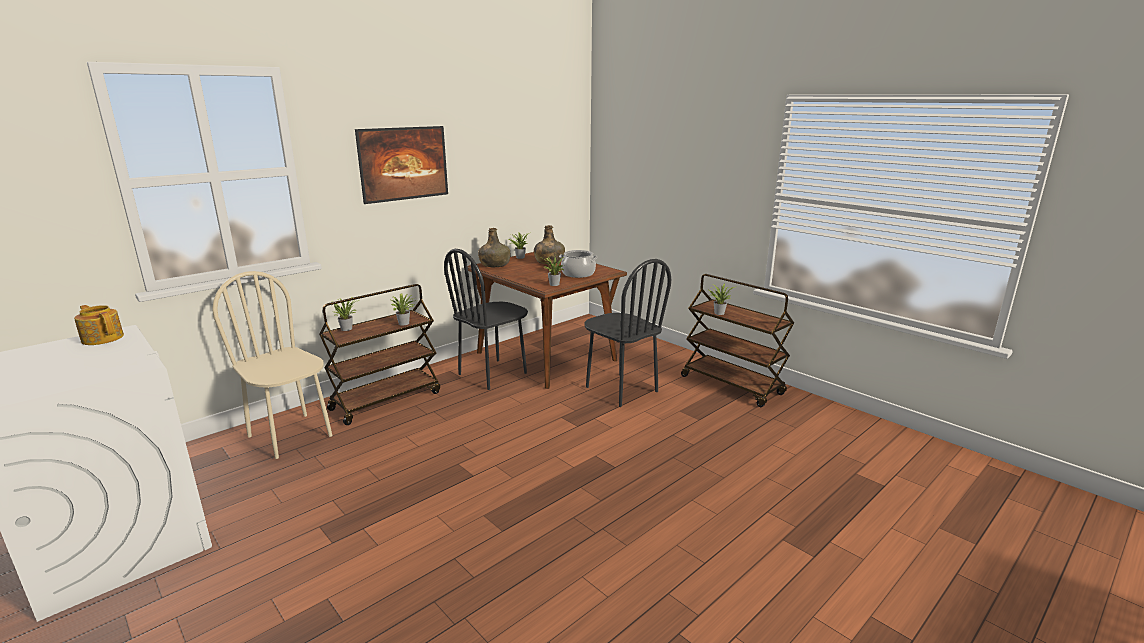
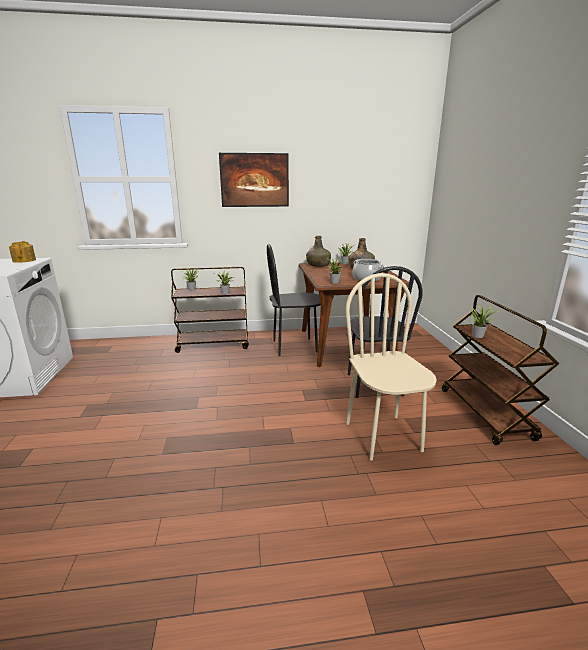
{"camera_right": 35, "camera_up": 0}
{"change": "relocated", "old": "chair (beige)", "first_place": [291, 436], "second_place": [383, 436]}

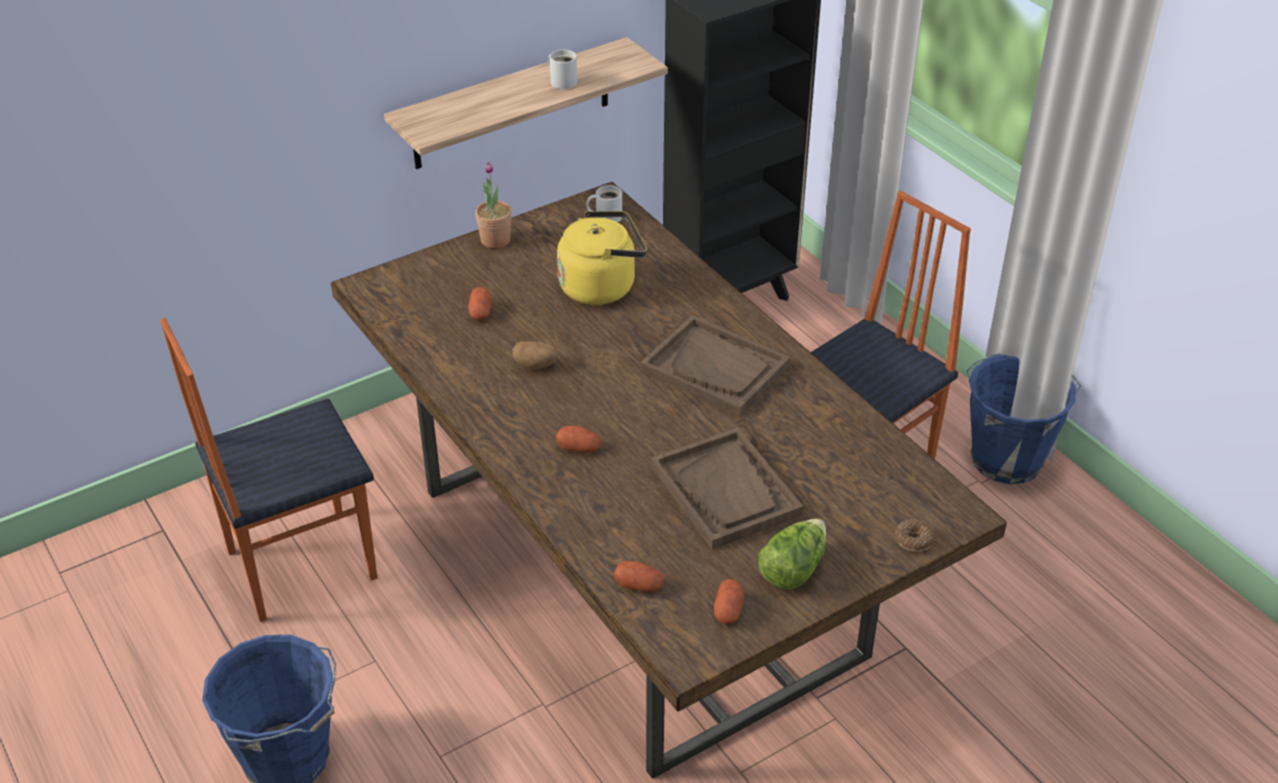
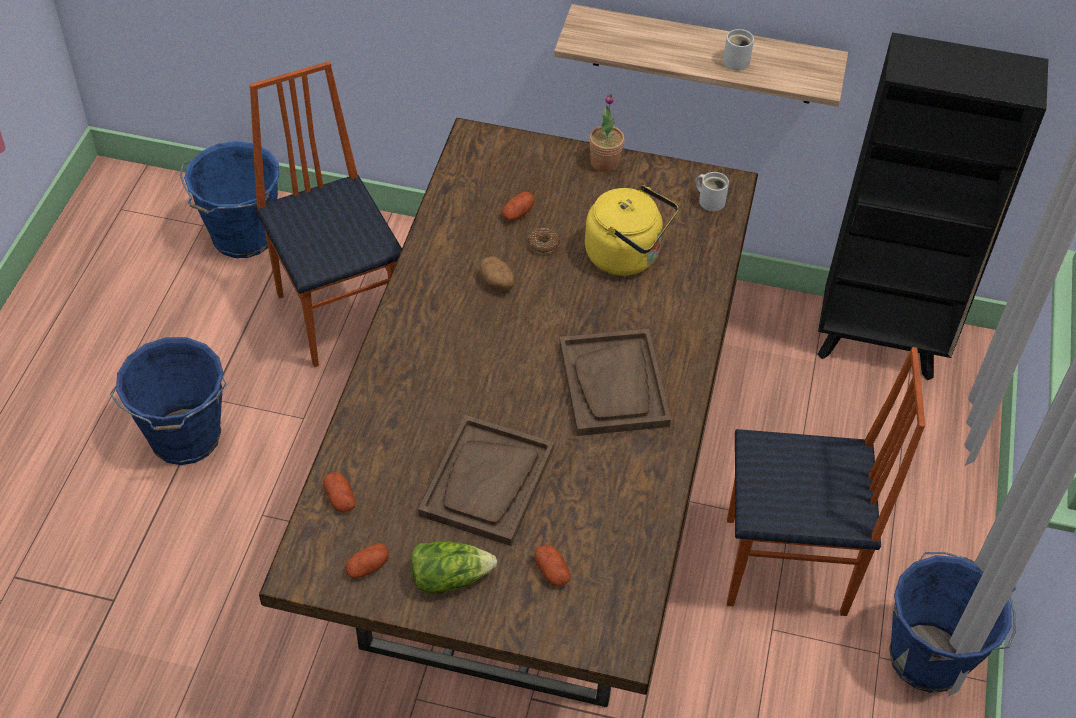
{"camera_right": 45, "camera_up": 10}
{"change": "spun", "old": "chair", "first_place": [299, 564], "second_place": [339, 314], "degrees": 45}
{"change": "relocated", "old": "potato", "first_place": [579, 448], "second_place": [552, 572]}
{"change": "relocated", "old": "donut", "first_place": [914, 540], "second_place": [543, 245]}
{"change": "appeared", "new": "bucket (blue)", "second_place": [241, 238]}

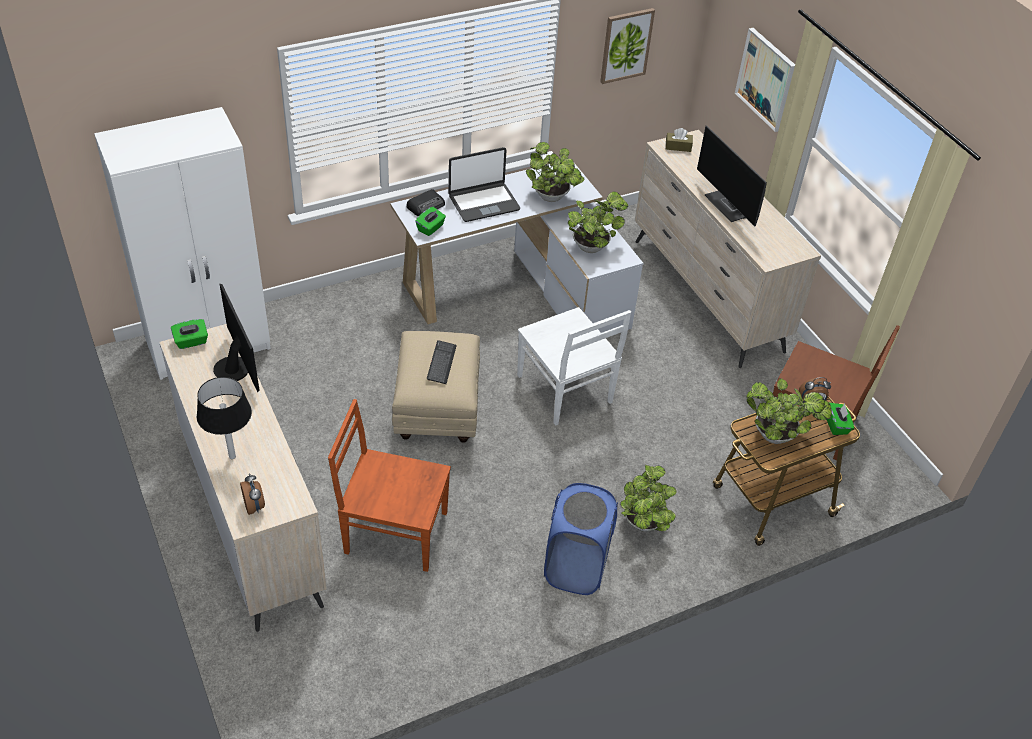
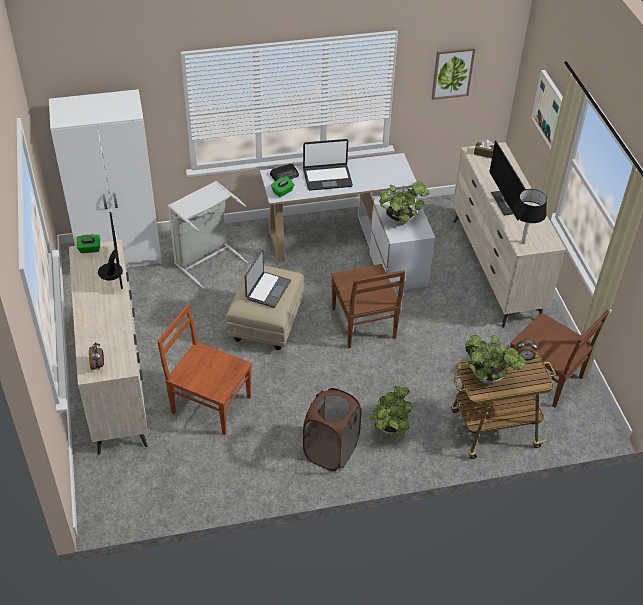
{"camera_right": 15, "camera_up": 0}
{"change": "relocated", "old": "table lamp (black)", "first_place": [232, 456], "second_place": [523, 242]}
{"change": "exchanged", "old": "keyboard", "new": "laptop", "first_place": [441, 363], "second_place": [267, 290]}
{"change": "colour", "old": "chair (white)", "new": "chair (brown)", "first_place": [565, 391], "second_place": [363, 324]}
{"change": "missing", "old": "potted plant", "first_place": [553, 198]}
{"change": "colour", "old": "laundry basket (blue)", "new": "laundry basket (brown)", "first_place": [576, 568], "second_place": [331, 451]}
{"change": "missing", "old": "tissue box (green)", "first_place": [836, 425]}
{"change": "appeared", "new": "laundry basket (grey)", "second_place": [207, 260]}

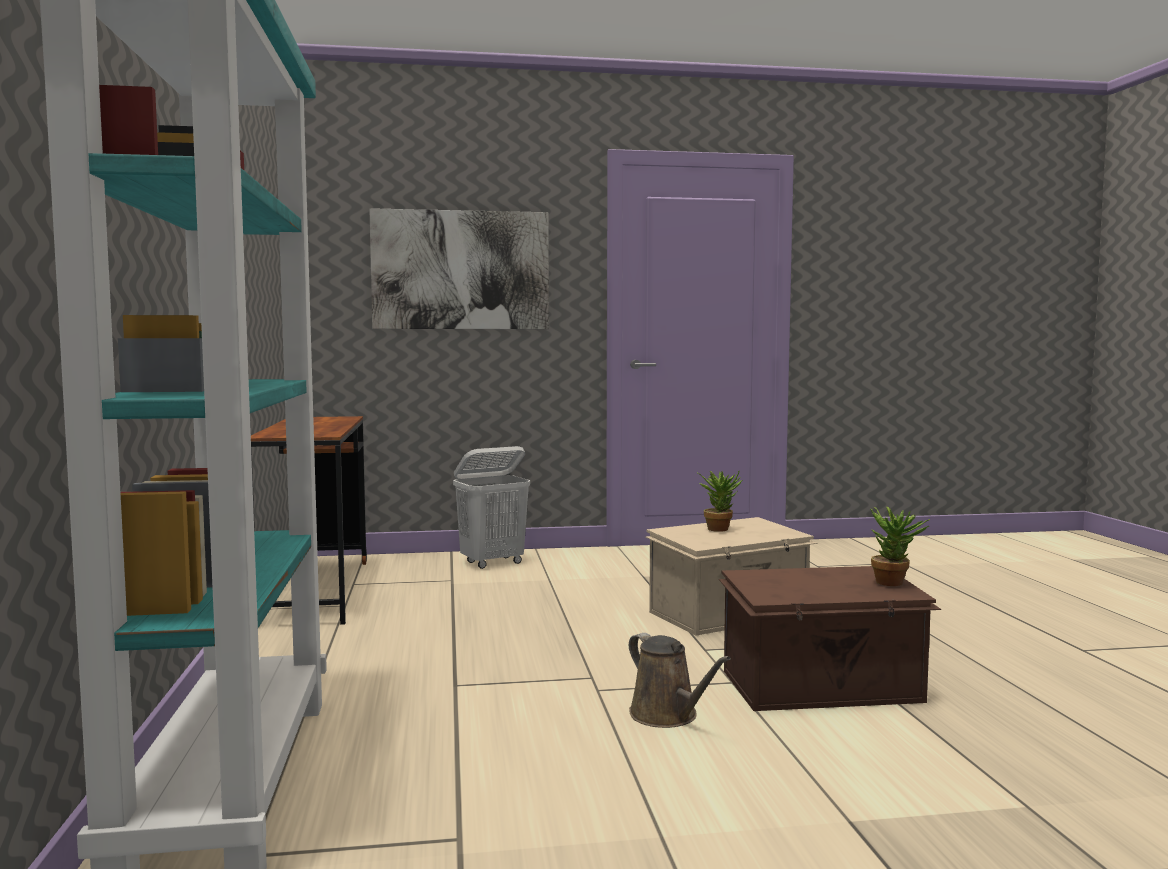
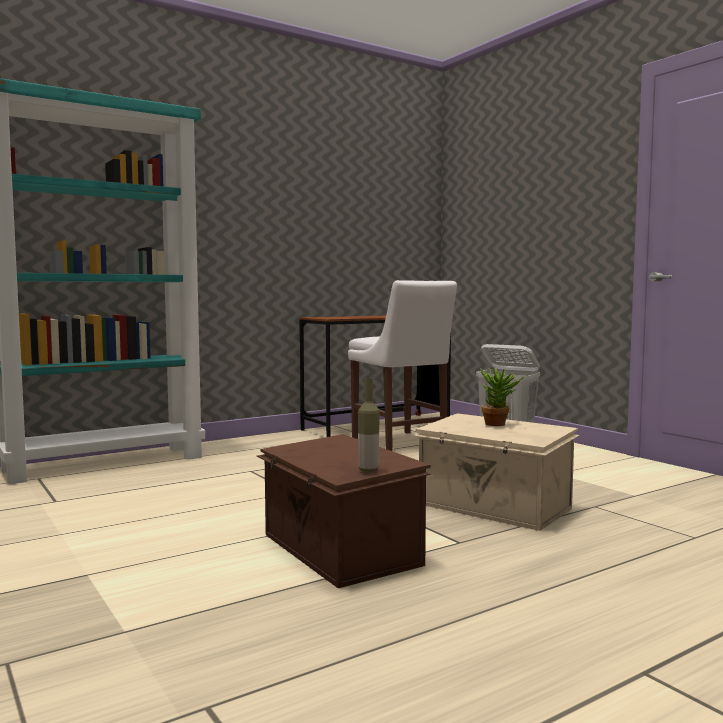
{"camera_right": 65, "camera_up": 0}
{"change": "missing", "old": "picture", "first_place": [460, 270]}
{"change": "missing", "old": "watering can (brown)", "first_place": [668, 716]}
{"change": "exchanged", "old": "potted plant", "new": "bottle", "first_place": [895, 583], "second_place": [368, 470]}
{"change": "appeared", "new": "chair (white)", "second_place": [400, 443]}

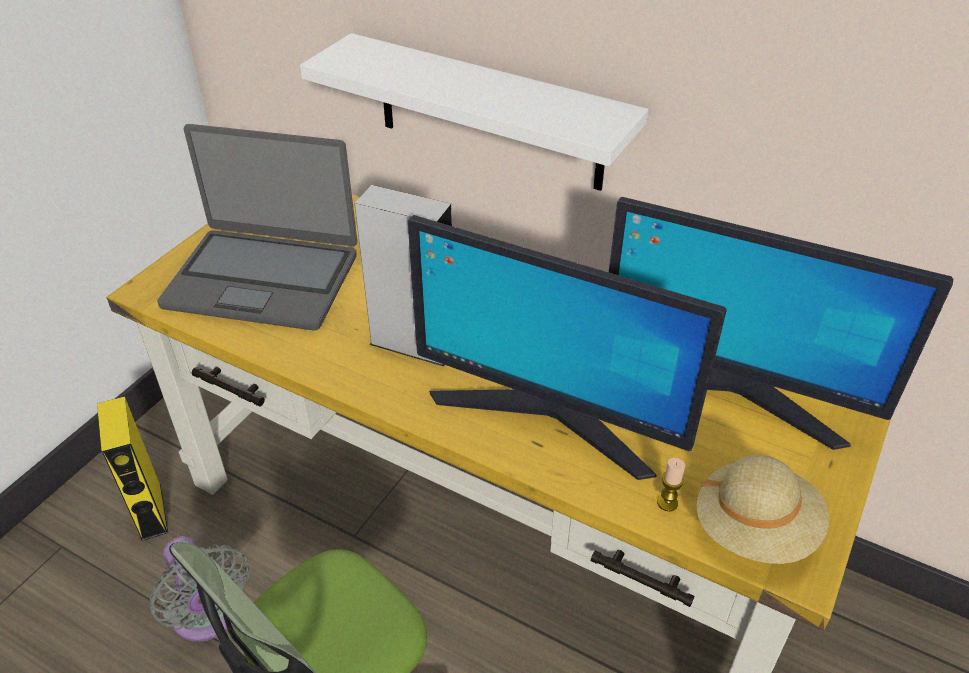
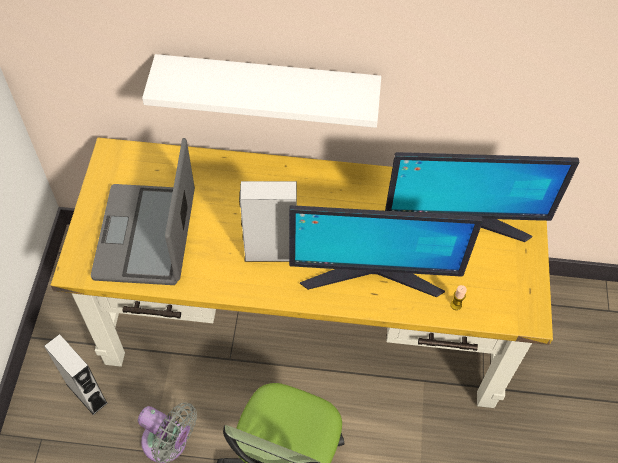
{"camera_right": -25, "camera_up": 15}
{"change": "colour", "old": "speaker (yellow)", "new": "speaker (grey)", "first_place": [151, 511], "second_place": [86, 393]}
{"change": "spun", "old": "laptop", "first_place": [263, 279], "second_place": [147, 235], "degrees": 105}
{"change": "missing", "old": "hat (beige)", "first_place": [755, 529]}

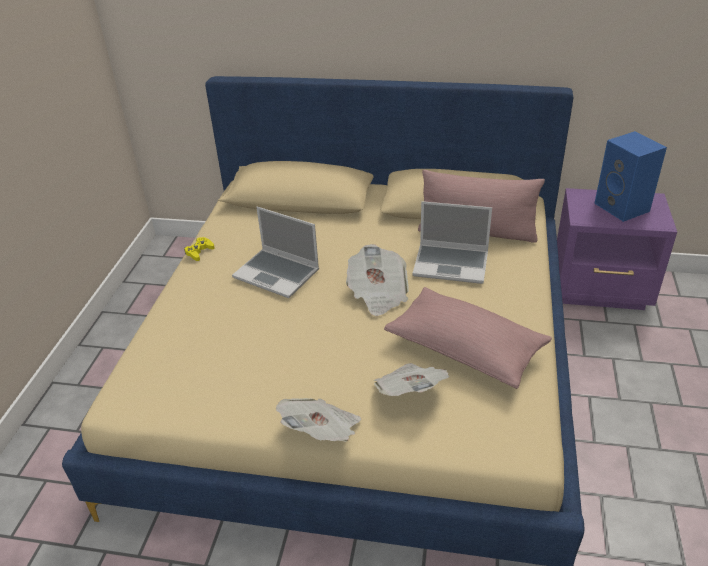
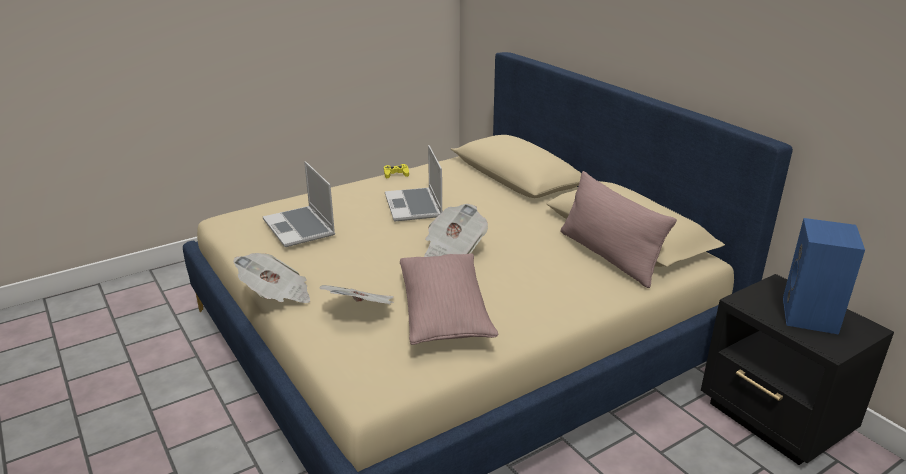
{"camera_right": 45, "camera_up": -10}
{"change": "relocated", "old": "laptop", "first_place": [452, 264], "second_place": [300, 228]}
{"change": "colour", "old": "nightstand (purple)", "new": "nightstand (black)", "first_place": [602, 290], "second_place": [775, 420]}

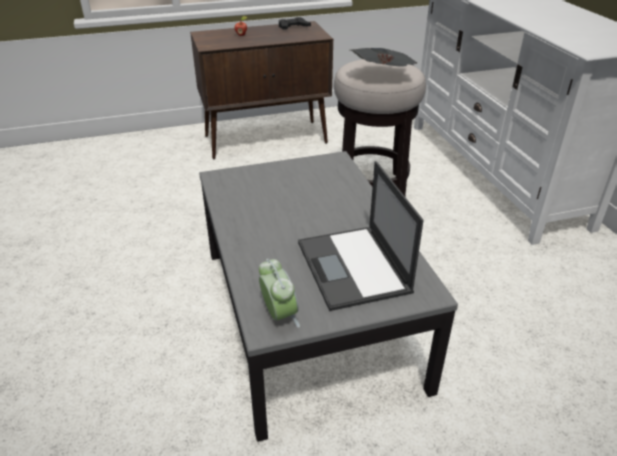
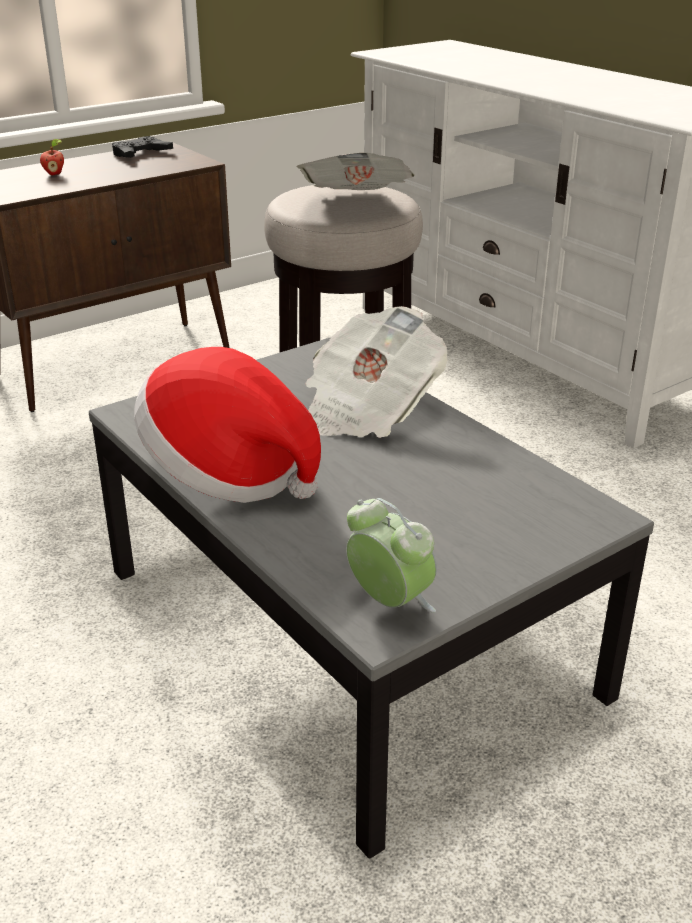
{"camera_right": -20, "camera_up": -5}
{"change": "missing", "old": "laptop", "first_place": [354, 268]}
{"change": "appeared", "new": "hat", "second_place": [228, 473]}
{"change": "appeared", "new": "newspaper", "second_place": [367, 409]}

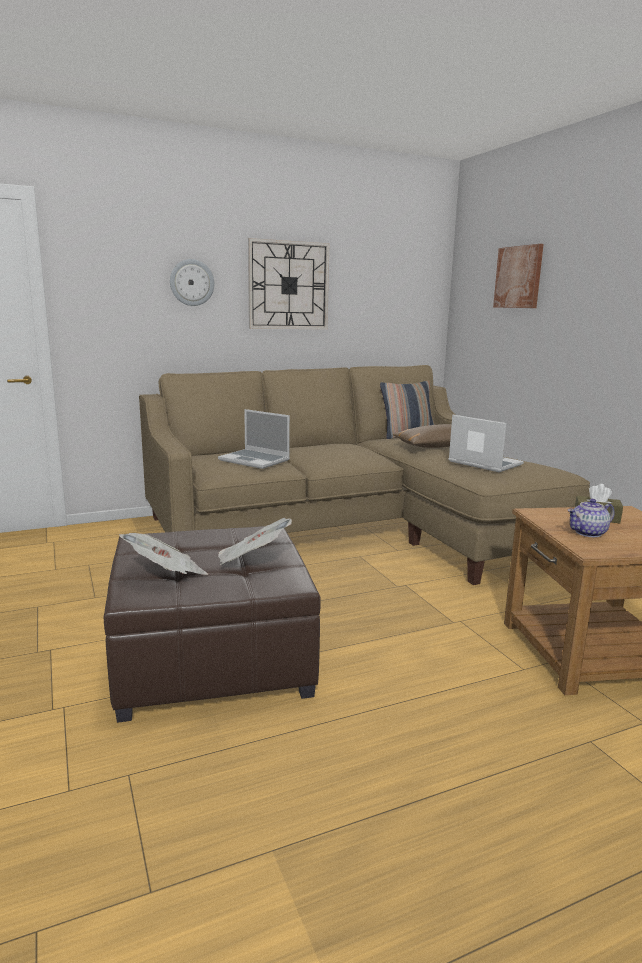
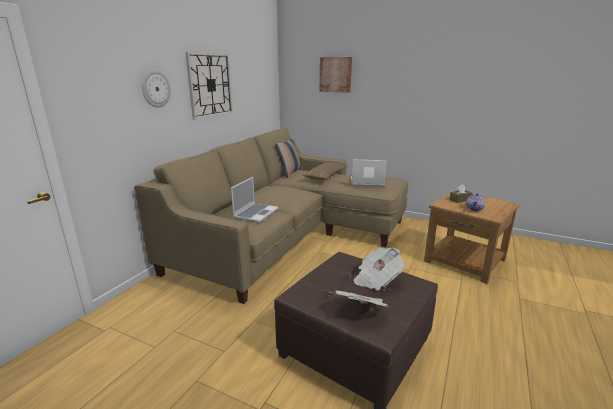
{"camera_right": -40, "camera_up": 5}
{"change": "spun", "old": "laptop", "first_place": [255, 460], "second_place": [255, 213], "degrees": -60}

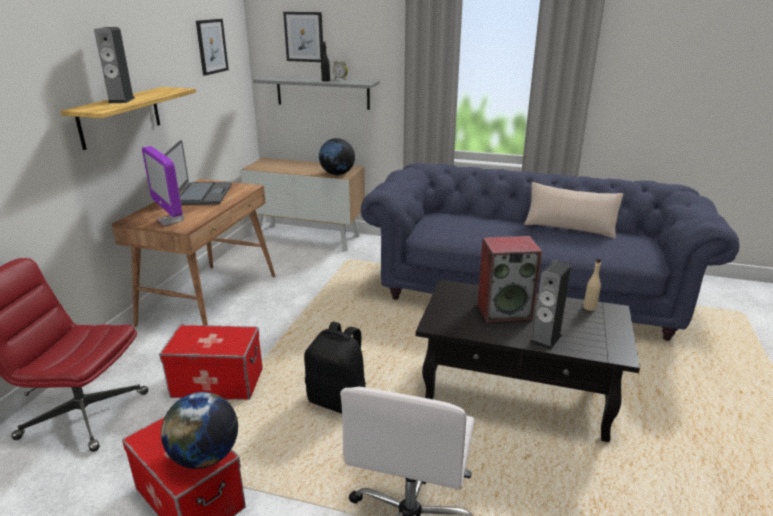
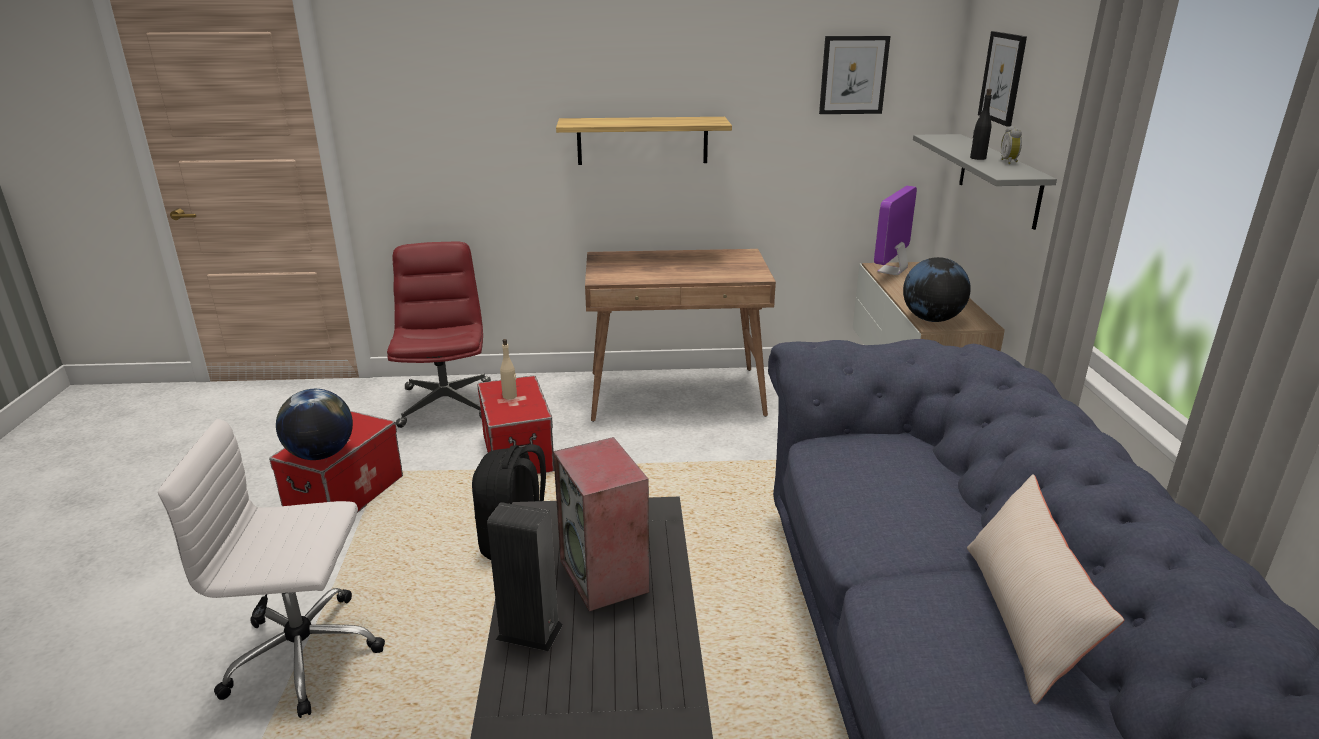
{"camera_right": 70, "camera_up": 0}
{"change": "missing", "old": "speaker", "first_place": [121, 100]}
{"change": "relocated", "old": "monitor", "first_place": [171, 220], "second_place": [892, 271]}
{"change": "missing", "old": "laptop", "first_place": [202, 195]}
{"change": "relocated", "old": "bottle (beige)", "first_place": [589, 307], "second_place": [510, 396]}

